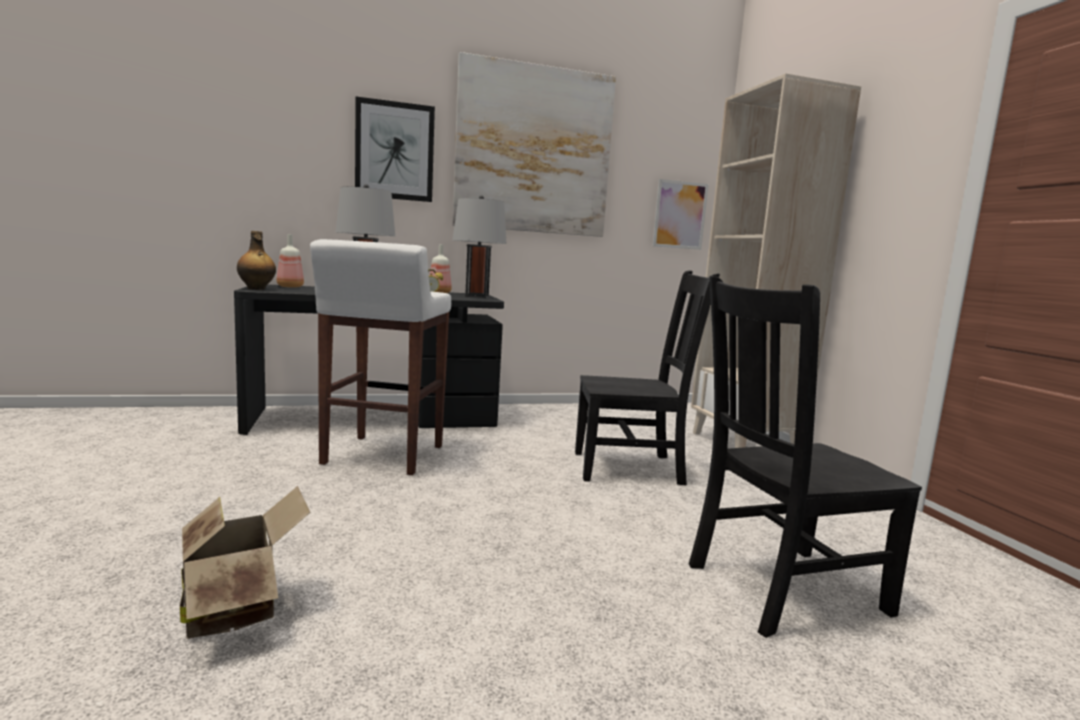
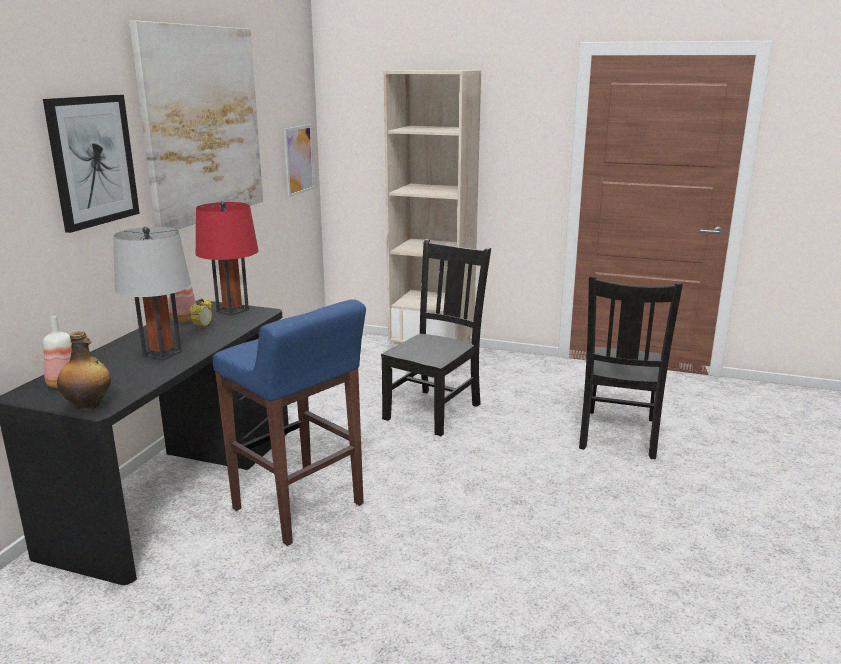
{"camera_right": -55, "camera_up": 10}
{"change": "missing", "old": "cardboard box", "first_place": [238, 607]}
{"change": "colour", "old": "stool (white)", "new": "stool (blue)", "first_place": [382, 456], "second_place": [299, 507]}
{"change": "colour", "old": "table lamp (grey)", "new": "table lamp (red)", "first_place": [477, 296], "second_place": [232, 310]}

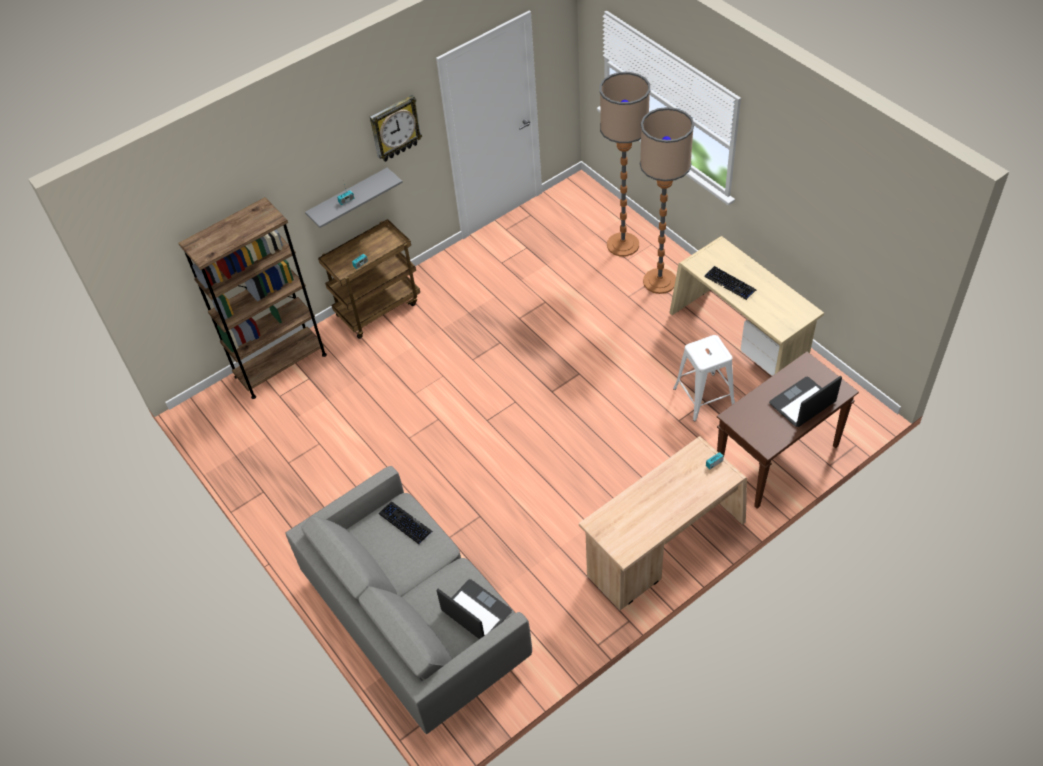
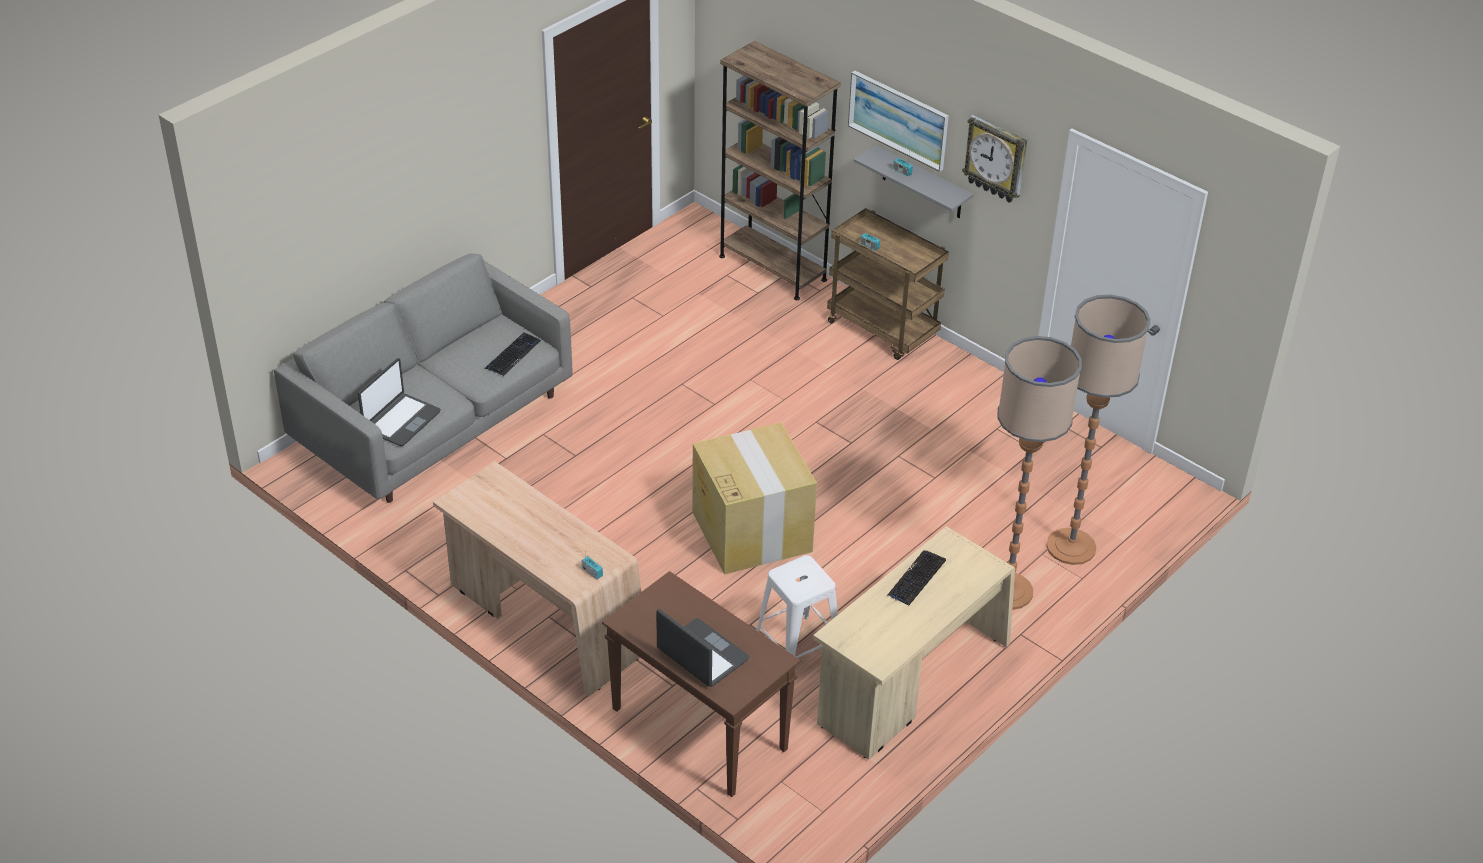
{"camera_right": 75, "camera_up": -10}
{"change": "appeared", "new": "cardboard box", "second_place": [751, 530]}
{"change": "appeared", "new": "picture", "second_place": [898, 119]}

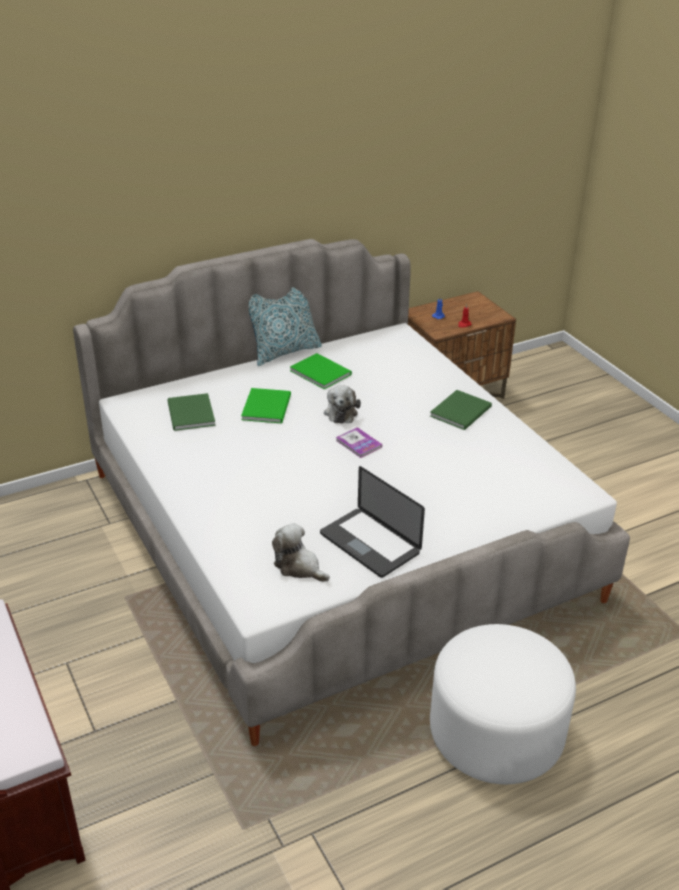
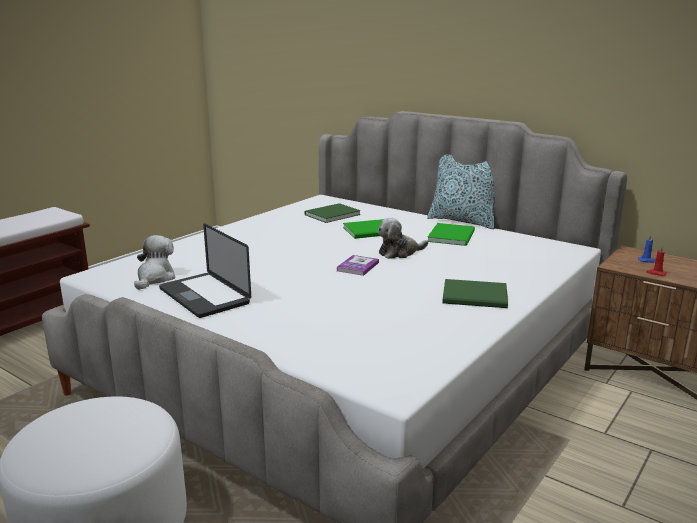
{"camera_right": 65, "camera_up": -15}
{"change": "spun", "old": "laptop", "first_place": [369, 544], "second_place": [204, 296], "degrees": -60}

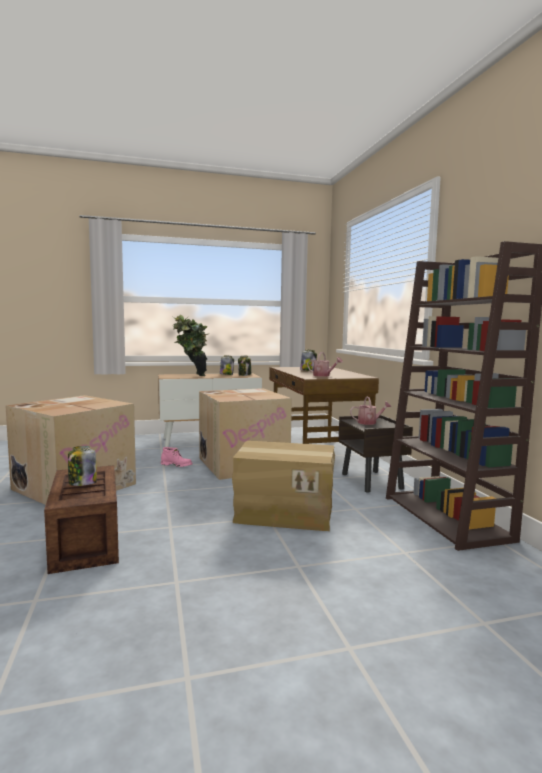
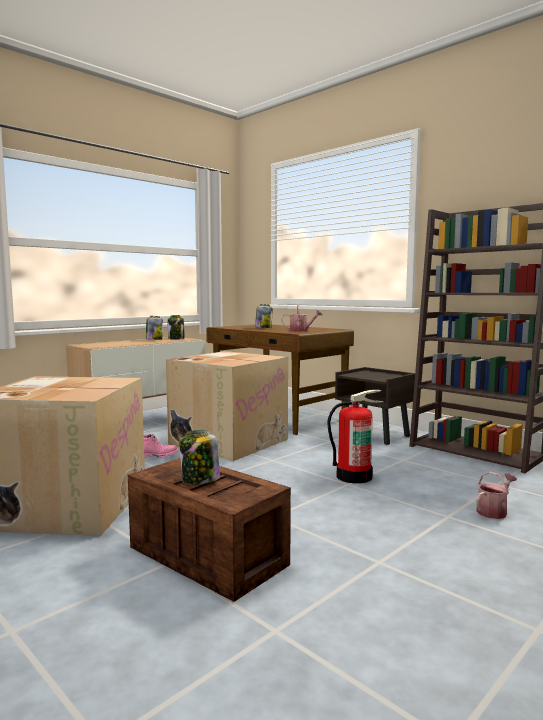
{"camera_right": -30, "camera_up": 0}
{"change": "missing", "old": "potted plant", "first_place": [192, 376]}
{"change": "exchanged", "old": "cardboard box", "new": "fire extinguisher", "first_place": [285, 512], "second_place": [354, 476]}
{"change": "relocated", "old": "watering can", "first_place": [369, 422], "second_place": [494, 511]}

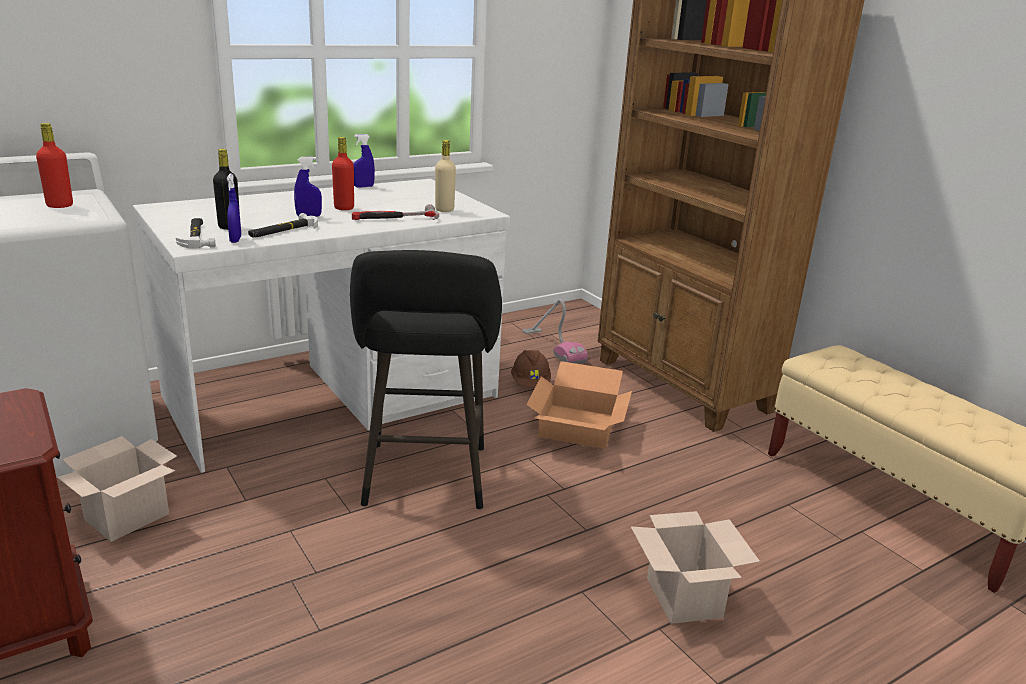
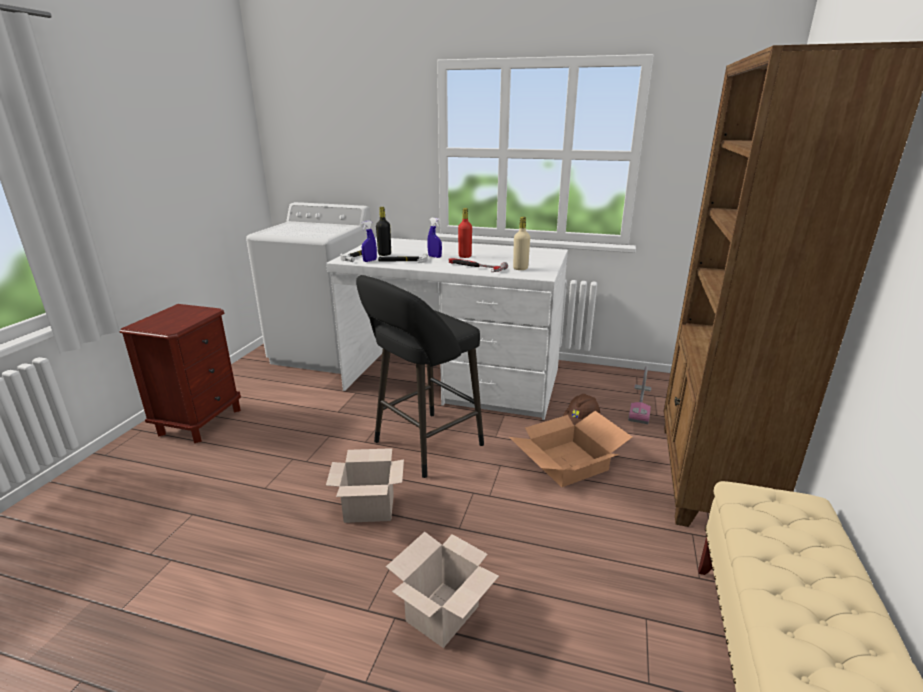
{"camera_right": 50, "camera_up": 0}
{"change": "missing", "old": "bottle (red)", "first_place": [60, 205]}
{"change": "relocated", "old": "cardboard box", "first_place": [128, 516], "second_place": [370, 507]}
{"change": "missing", "old": "spray bottle (blue)", "first_place": [363, 186]}

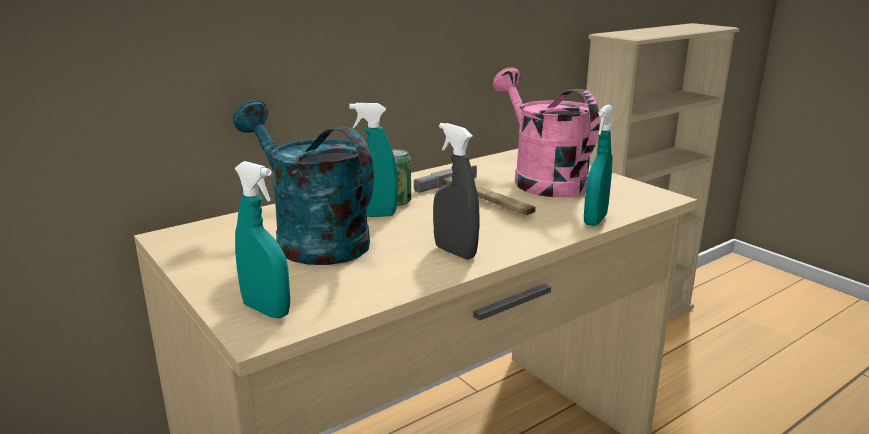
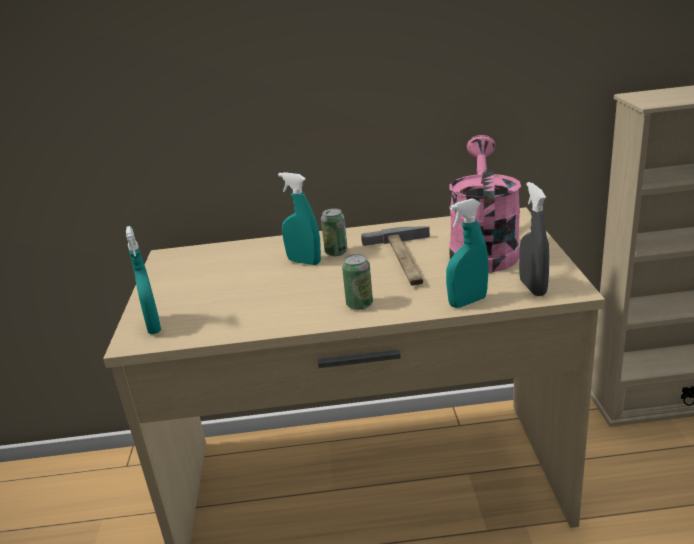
{"camera_right": 35, "camera_up": 5}
{"change": "missing", "old": "watering can (turquoise)", "first_place": [311, 239]}
{"change": "relocated", "old": "spray bottle (grey)", "first_place": [455, 252], "second_place": [532, 288]}
{"change": "appeared", "new": "can", "second_place": [359, 304]}

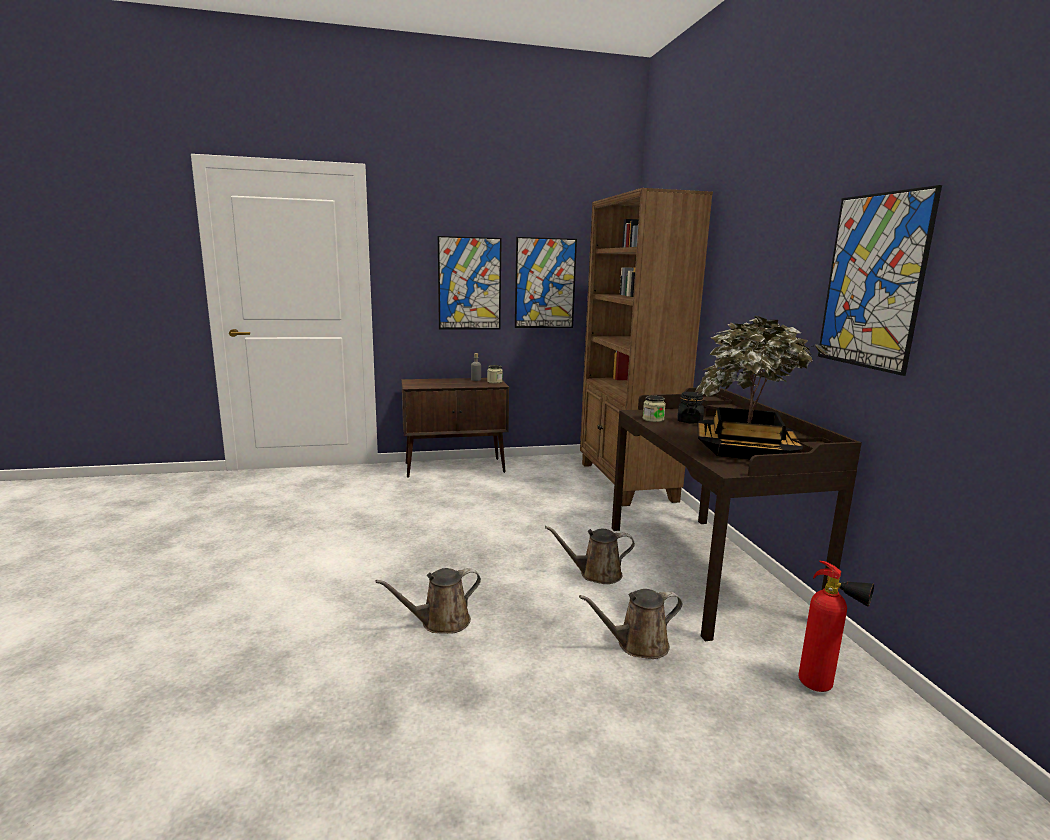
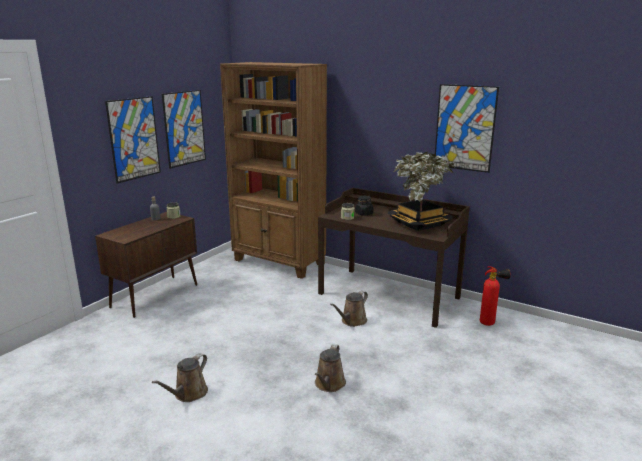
{"camera_right": -45, "camera_up": 5}
{"change": "relocated", "old": "watering can (brown)", "first_place": [638, 645], "second_place": [188, 394]}

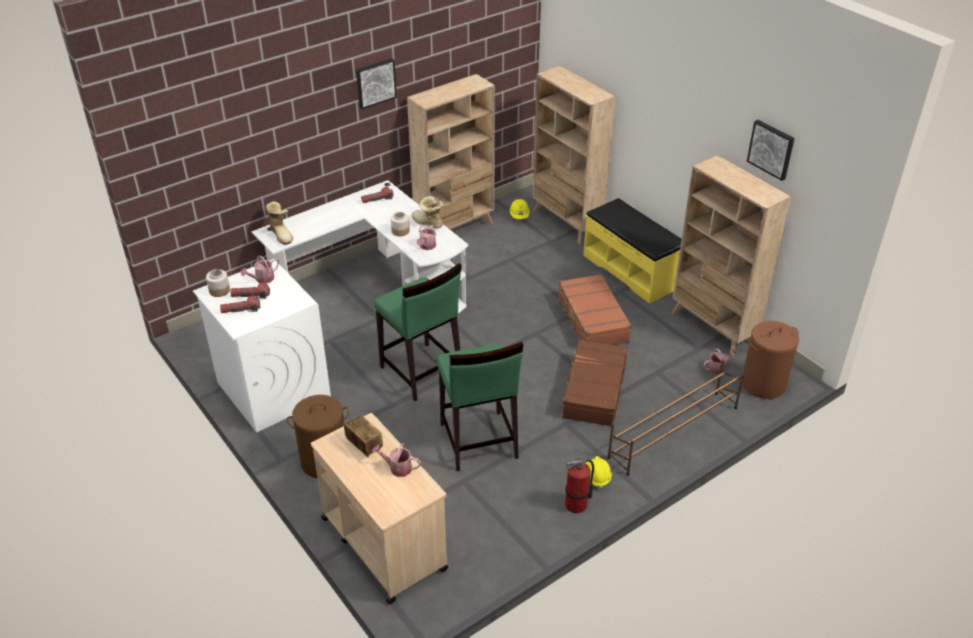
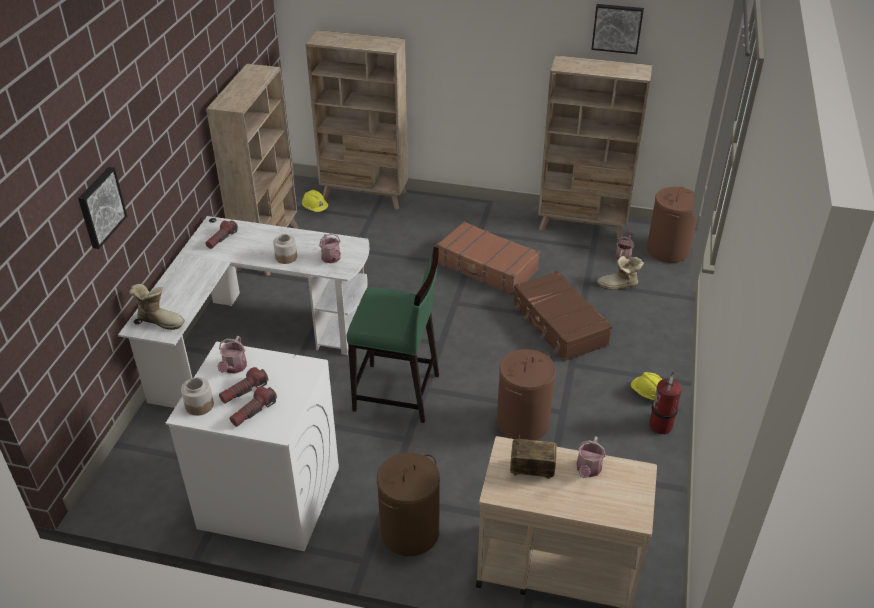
{"camera_right": -40, "camera_up": 0}
{"change": "relocated", "old": "picture", "first_place": [375, 82], "second_place": [100, 207]}
{"change": "spun", "old": "watering can", "first_place": [397, 468], "second_place": [588, 470], "degrees": -45}
{"change": "relocated", "old": "boot", "first_place": [427, 223], "second_place": [619, 285]}
{"change": "exchanged", "old": "stool (green)", "new": "laundry basket (brown)", "first_place": [478, 441], "second_place": [522, 423]}
{"change": "missing", "old": "bench (yellow)", "first_place": [631, 271]}
{"change": "missing", "old": "shoe rack (brown)", "first_place": [673, 432]}

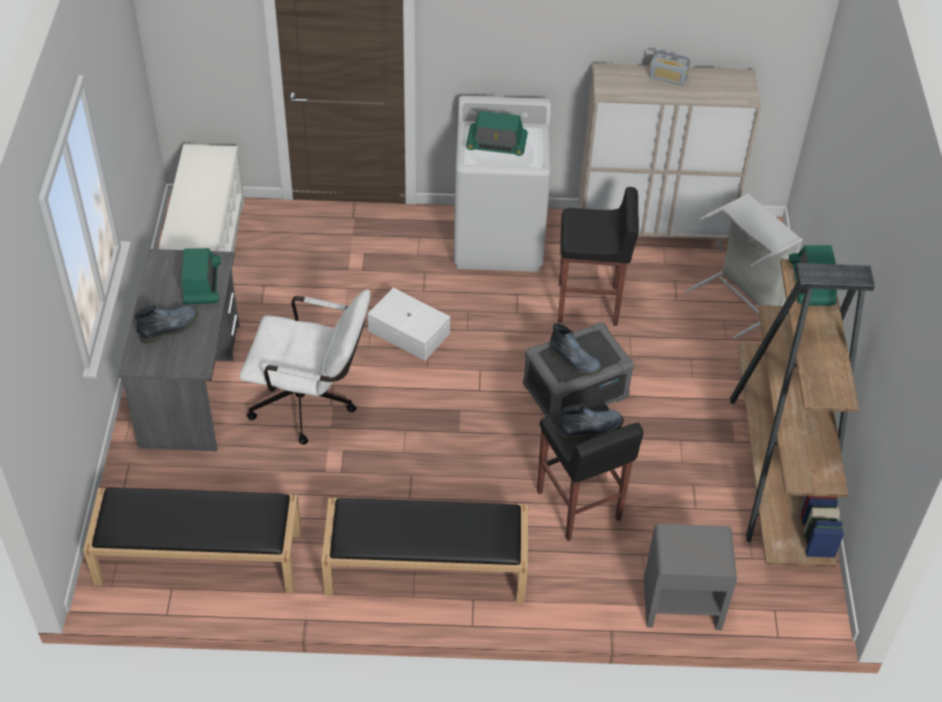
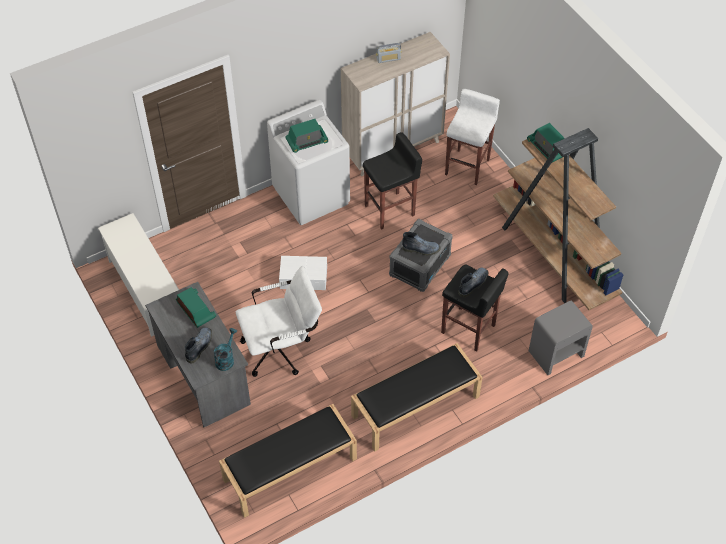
{"camera_right": -30, "camera_up": 5}
{"change": "exchanged", "old": "laundry basket (grey)", "new": "stool (white)", "first_place": [740, 299], "second_place": [468, 166]}
{"change": "appeared", "new": "watering can (turquoise)", "second_place": [226, 359]}

